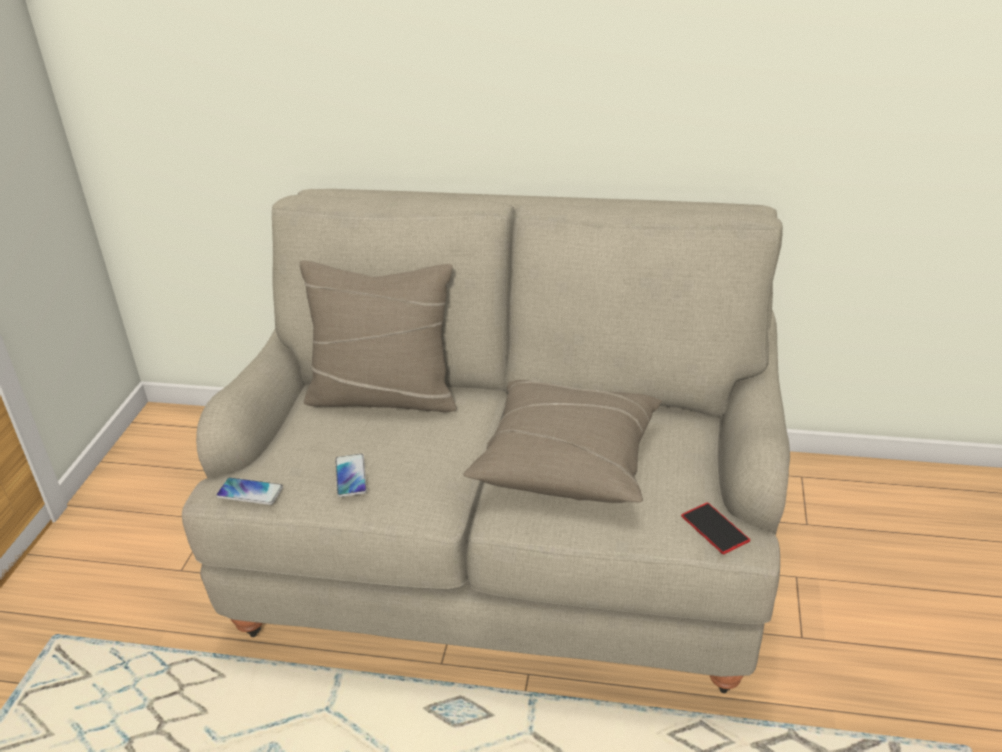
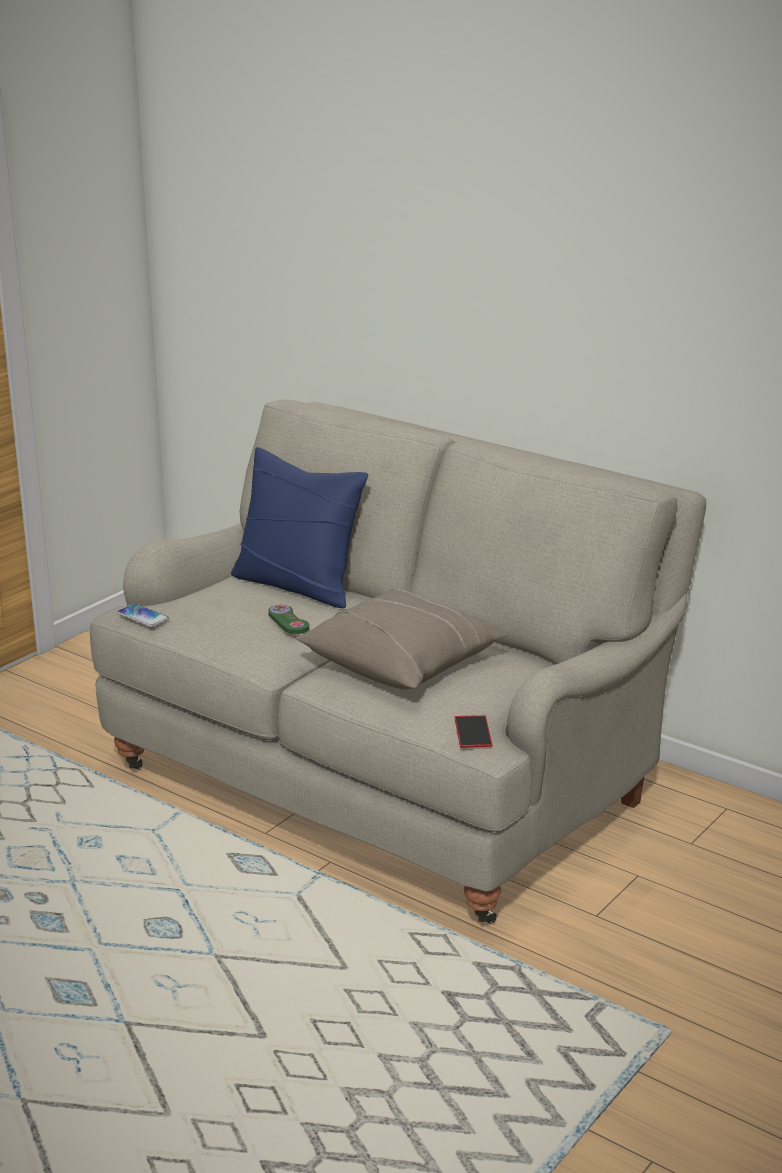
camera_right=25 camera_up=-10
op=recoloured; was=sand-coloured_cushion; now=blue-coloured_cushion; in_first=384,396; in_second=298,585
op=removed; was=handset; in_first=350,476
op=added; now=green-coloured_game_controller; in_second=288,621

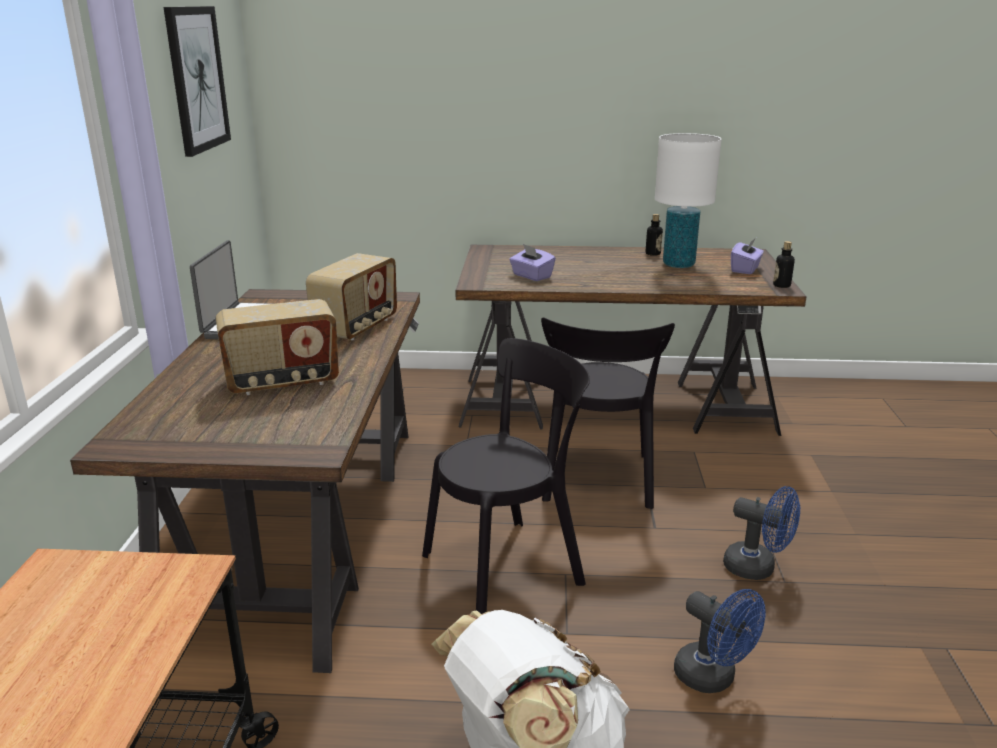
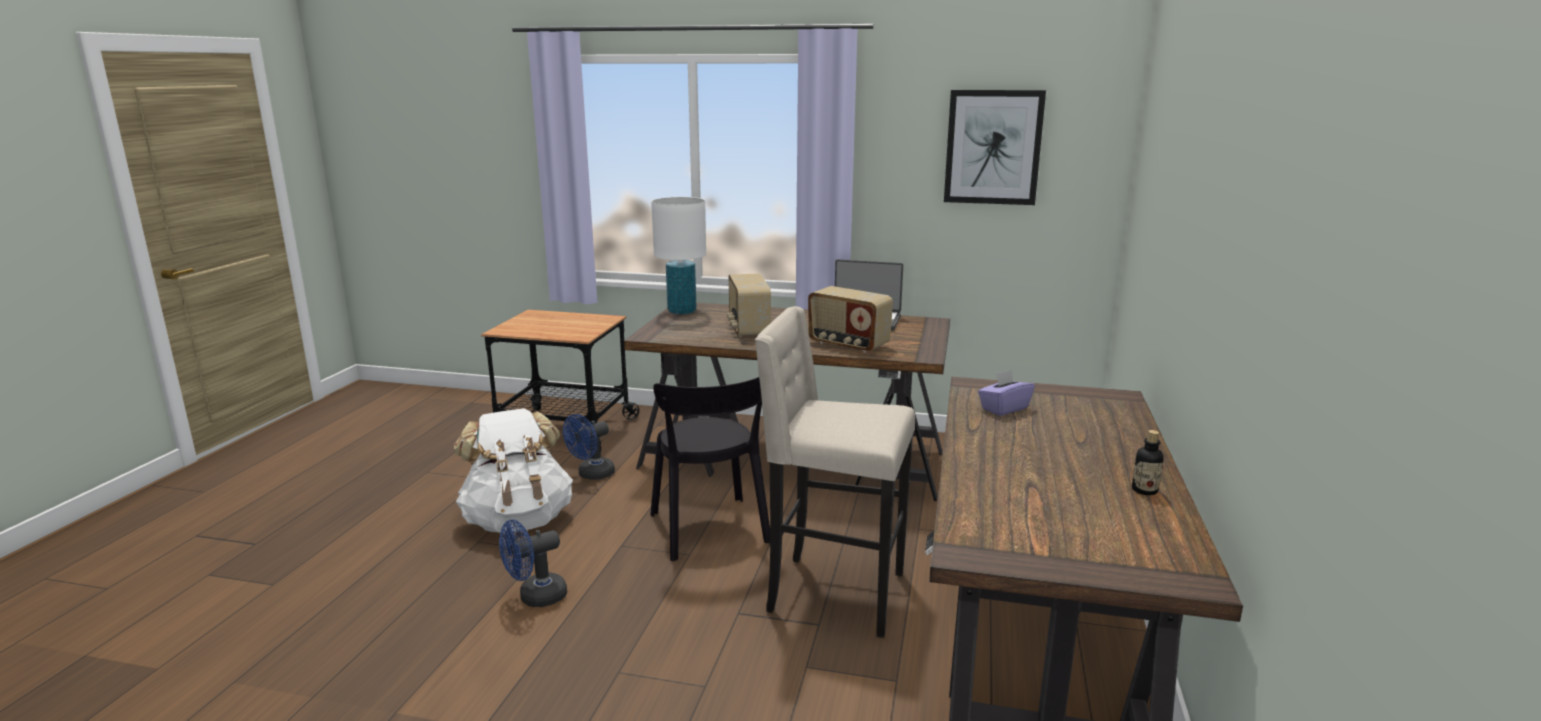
camera_right=100 camera_up=-5
op=replaced; was=black-coloured_chair; now=sand-coloured_sitting_stool; in_first=598,482; in_second=832,594
op=moved; was=white-coloured_lamp_for_a_table; in_first=679,264; in_second=681,311
op=moved; was=blue-coloured_fan; in_first=757,568; in_second=591,475
op=removed; was=purple_box_of_tissues; in_first=745,269
op=removed; was=bottle; in_first=781,285

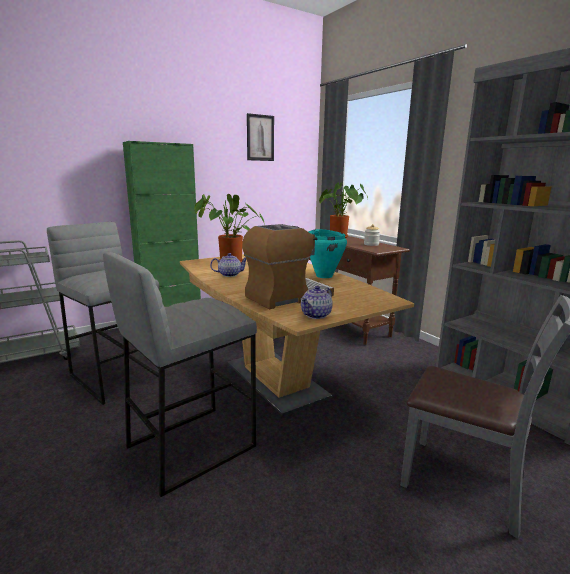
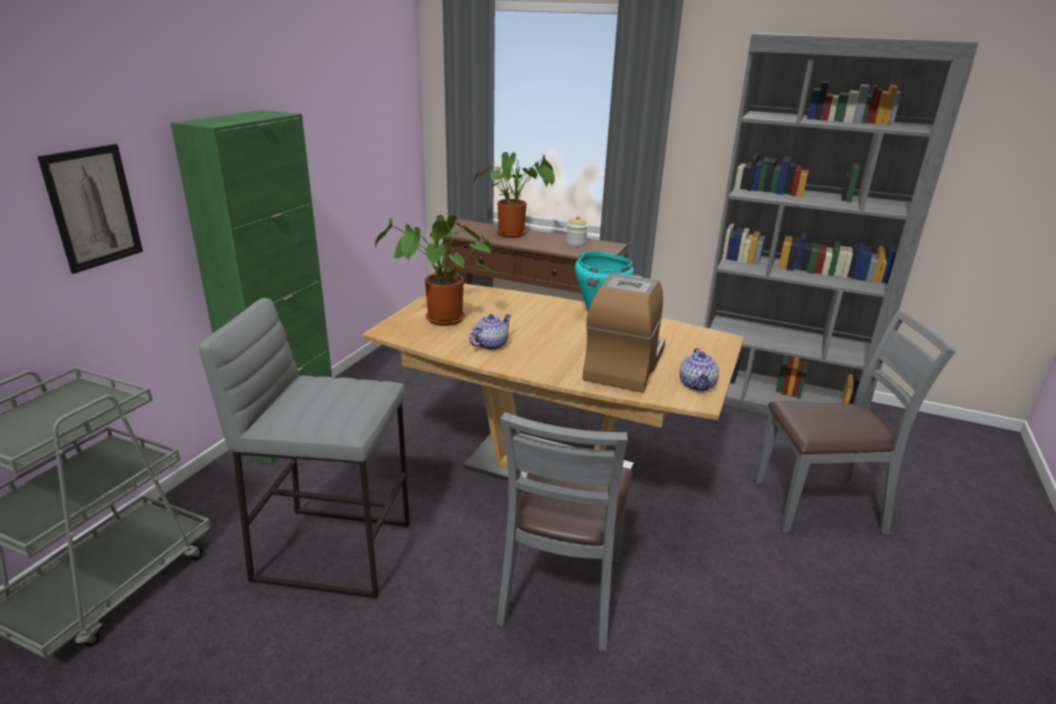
camera_right=-35 camera_up=10
op=replaced; was=grey_sitting_stool; now=grey_chair; in_first=191,445; in_second=563,591
op=moved; was=wall_art; in_first=260,138; in_second=93,207

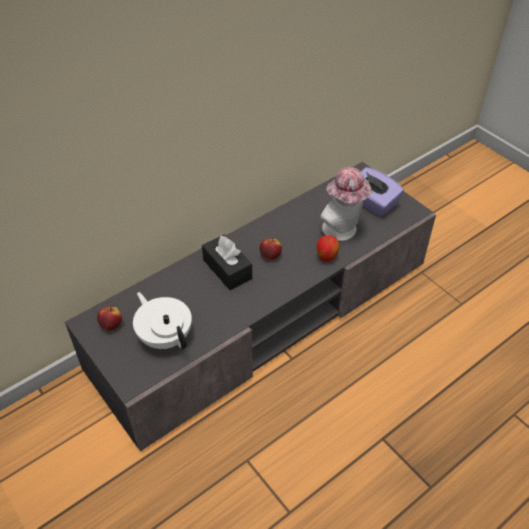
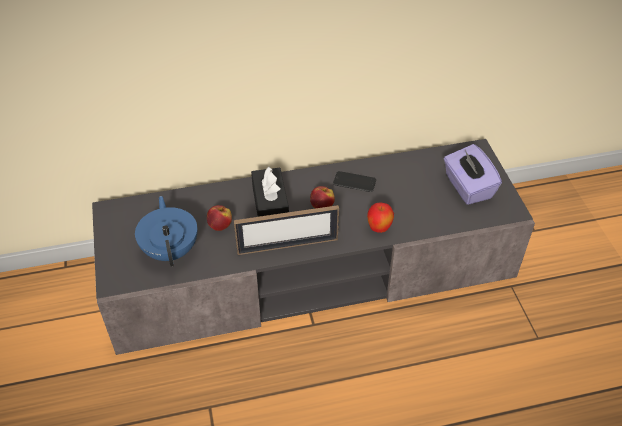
camera_right=25 camera_up=0
op=moved; was=apple_fruit; in_first=111,325; in_second=220,226
op=recoloured; was=white-coloured_tea_pot; now=blue-coloured_tea_pot; in_first=165,337; in_second=171,250
op=removed; was=clothing_hat; in_first=343,231
op=added; now=standing_frame; in_second=287,245
op=added; now=handset; in_second=354,182

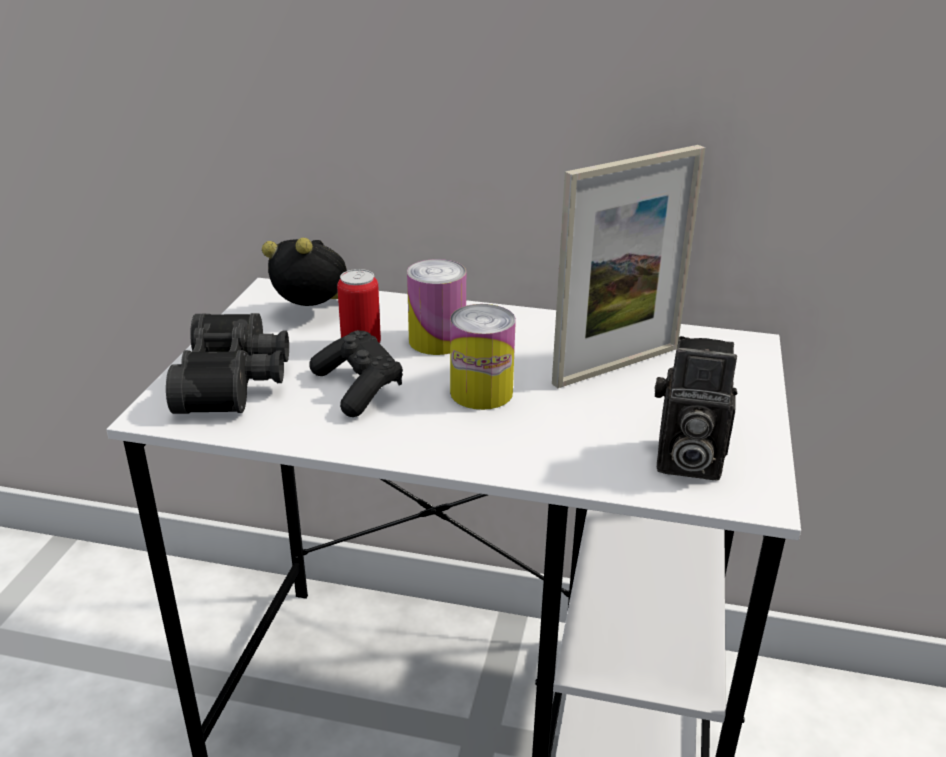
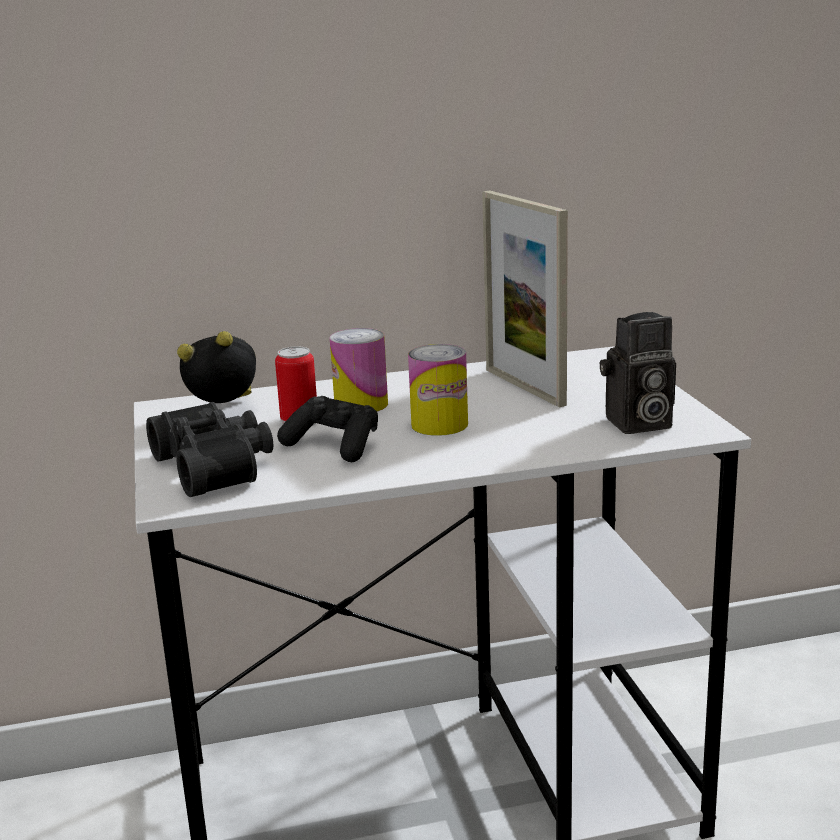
camera_right=-25 camera_up=-10
op=turned; was=standing_frame; in_first=616,365; in_second=524,387; clockwise=120

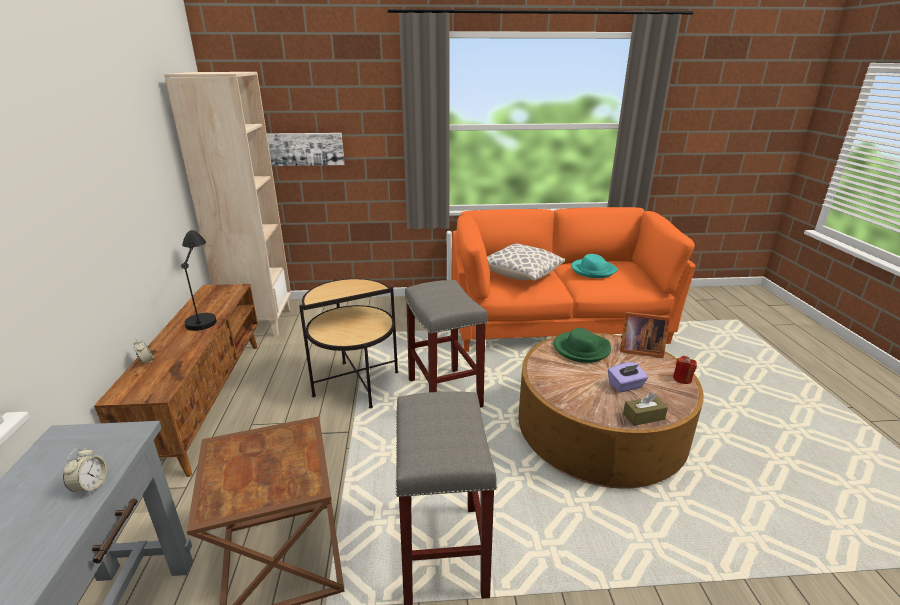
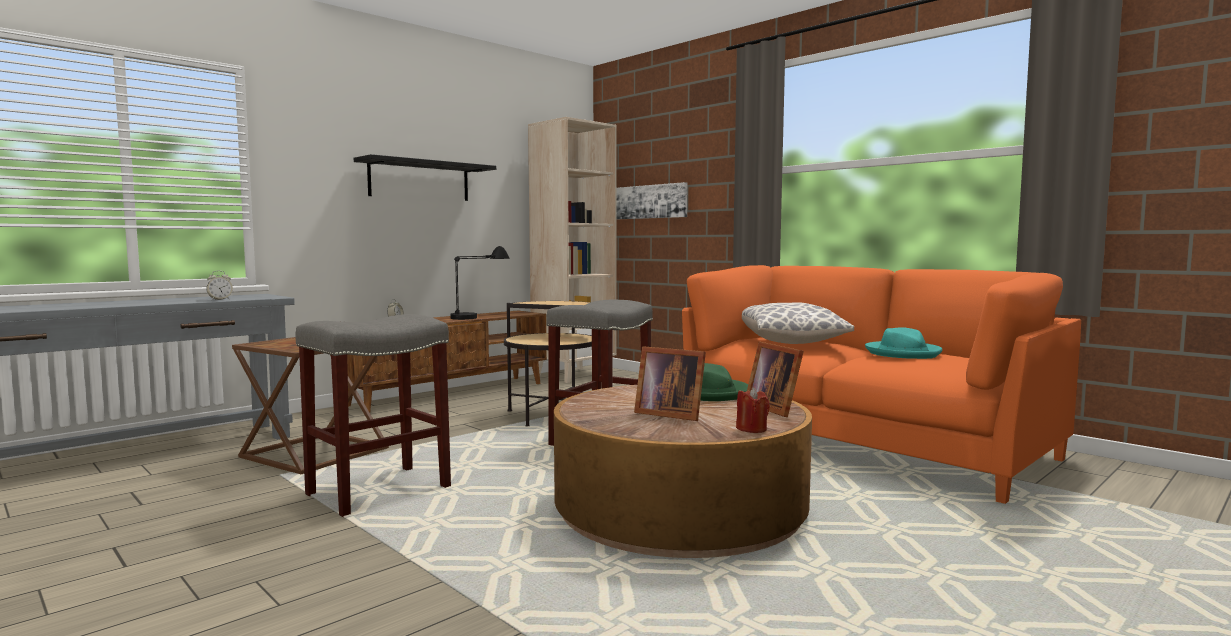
camera_right=50 camera_up=-20
op=replaced; was=purple_box_of_tissues; now=standing_frame; in_first=625,386; in_second=668,414
op=removed; was=brownish_box_of_tissues; in_first=643,417
op=added; now=black-coloured_bracket_shelf; in_second=419,181

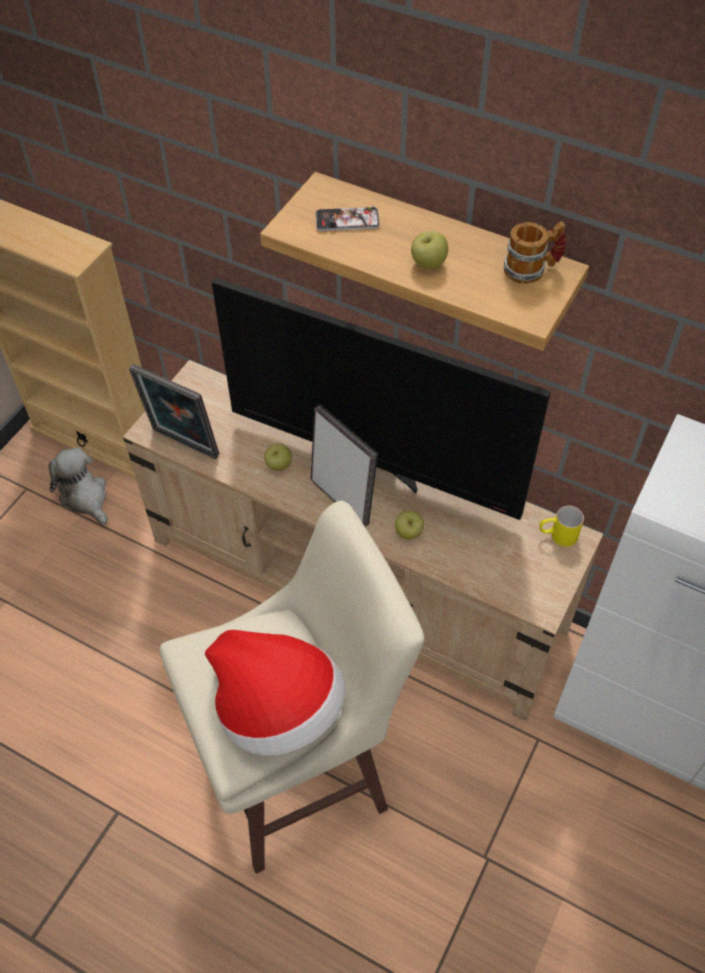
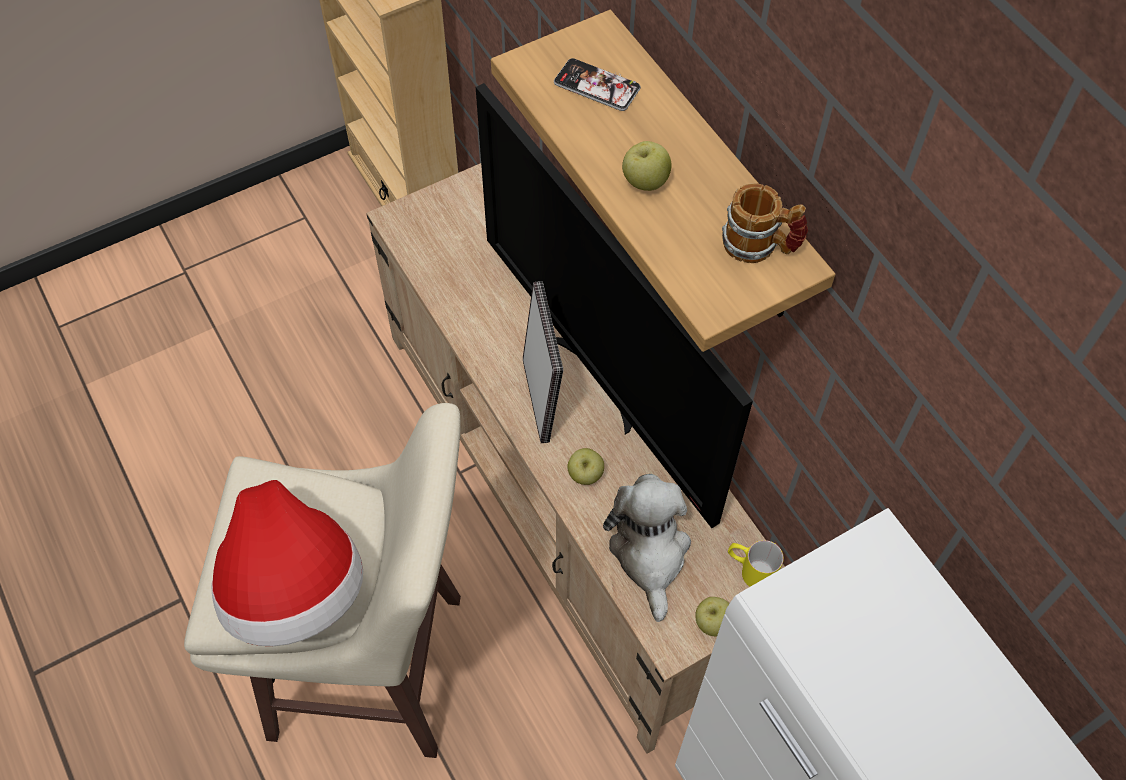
camera_right=30 camera_up=5
op=moved; was=soft_toy; in_first=85,497; in_second=649,553
op=removed; was=standing_frame; in_first=183,445
op=moved; was=apple_fruit; in_first=279,465; in_second=712,623

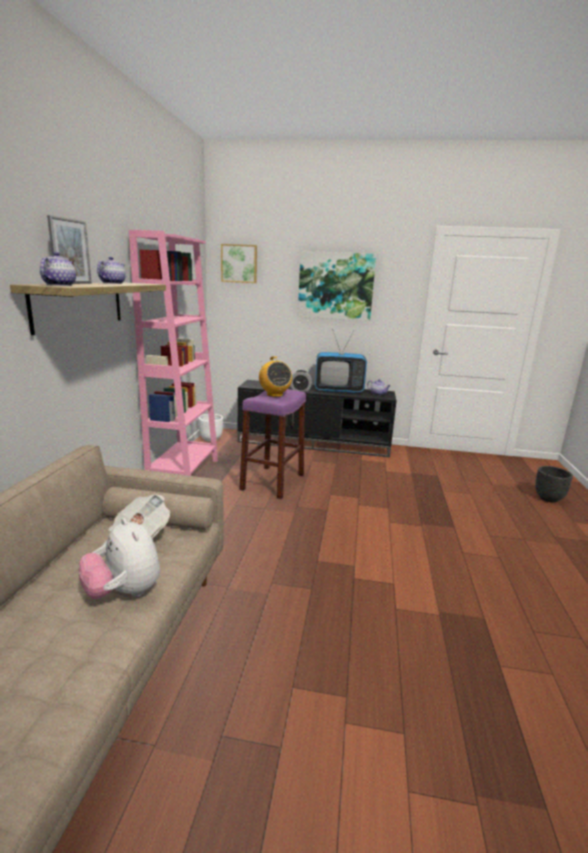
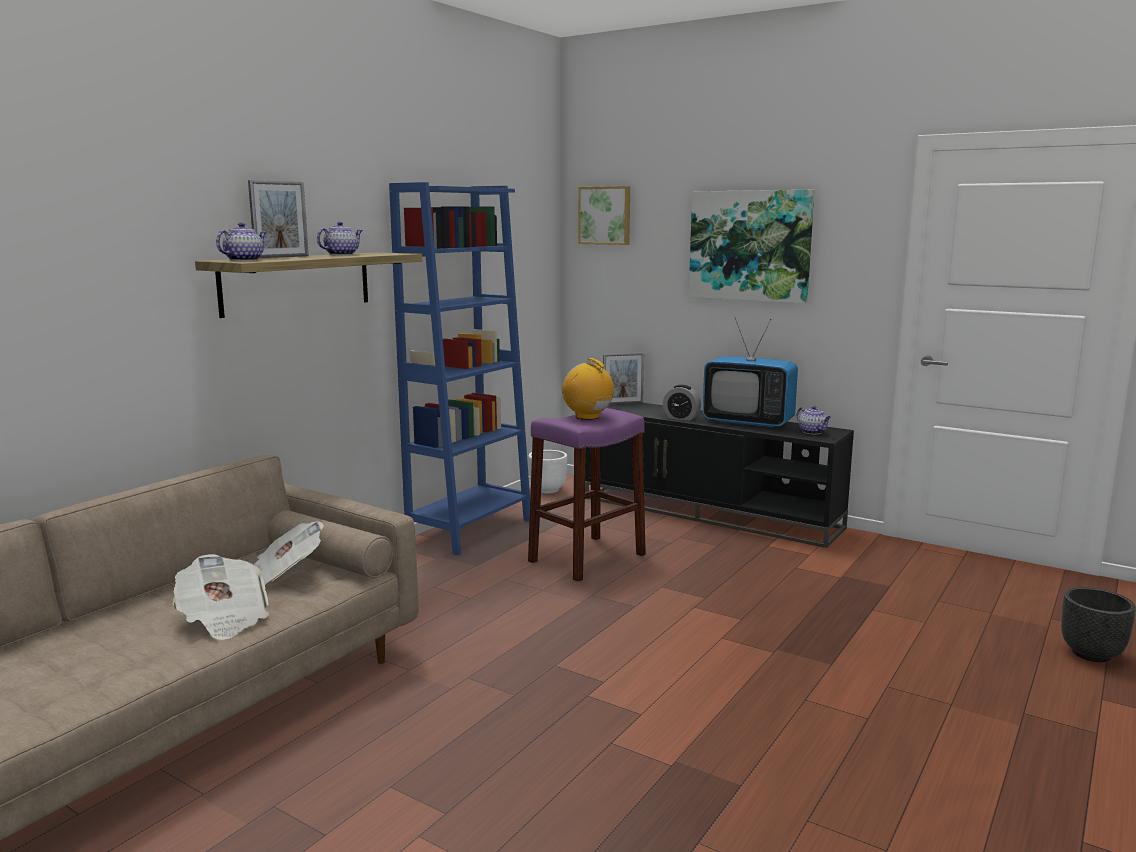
camera_right=25 camera_up=-5
op=replaced; was=soft_toy; now=newspaper; in_first=124,592; in_second=224,619
op=recoloured; was=pink_bookshelf; now=blue-coloured_bookshelf; in_first=184,473; in_second=470,530
op=turned; was=radio_receiver; in_first=274,394; in_second=588,417; clockwise=135
op=added; now=standing_frame; in_second=623,403

